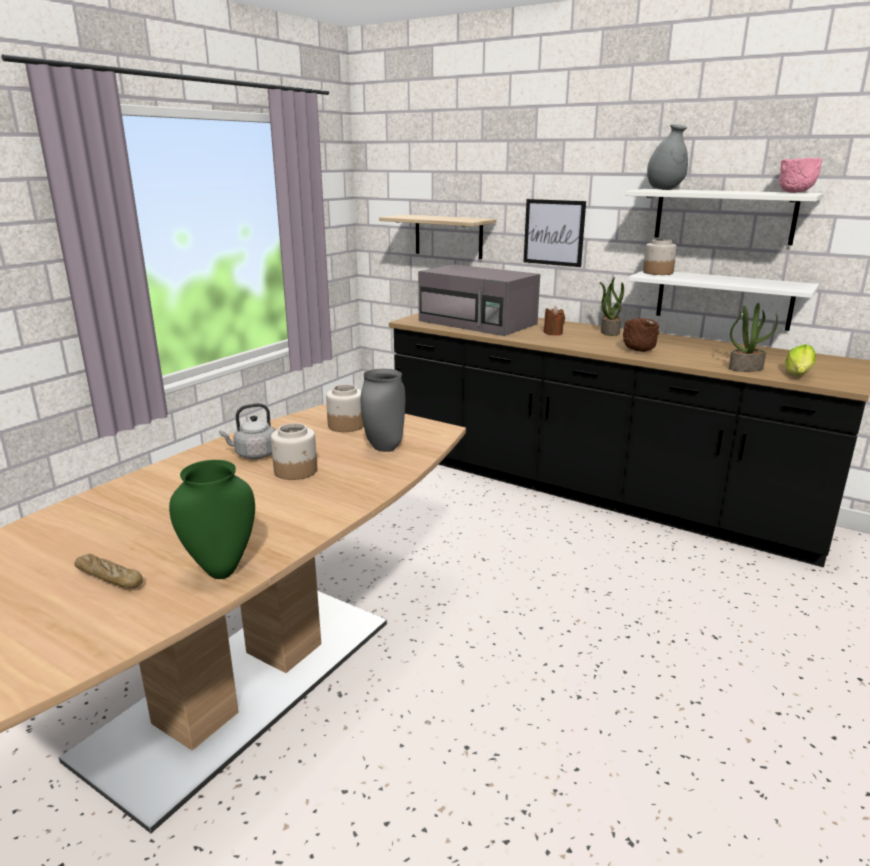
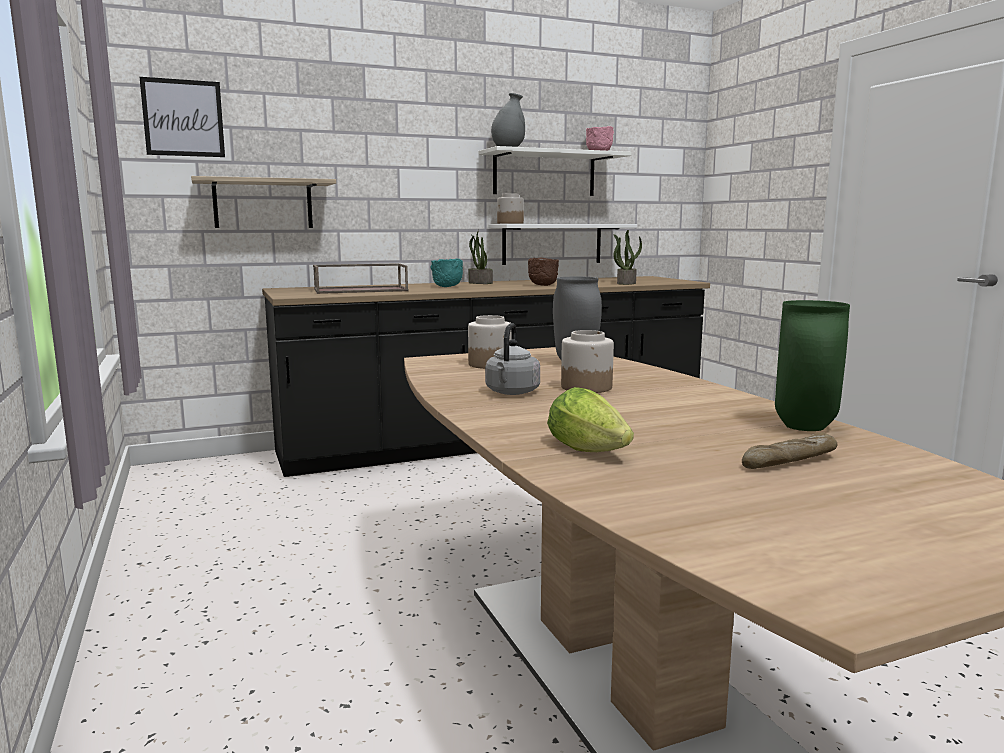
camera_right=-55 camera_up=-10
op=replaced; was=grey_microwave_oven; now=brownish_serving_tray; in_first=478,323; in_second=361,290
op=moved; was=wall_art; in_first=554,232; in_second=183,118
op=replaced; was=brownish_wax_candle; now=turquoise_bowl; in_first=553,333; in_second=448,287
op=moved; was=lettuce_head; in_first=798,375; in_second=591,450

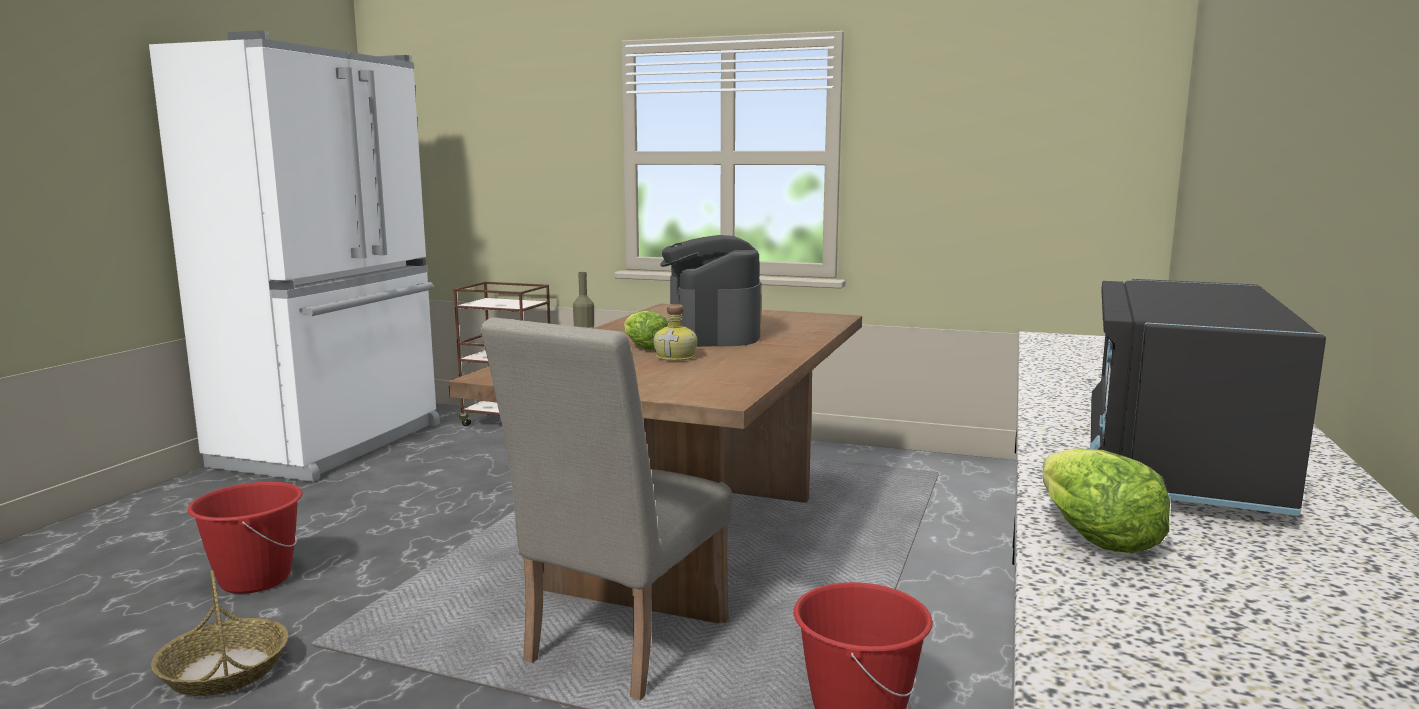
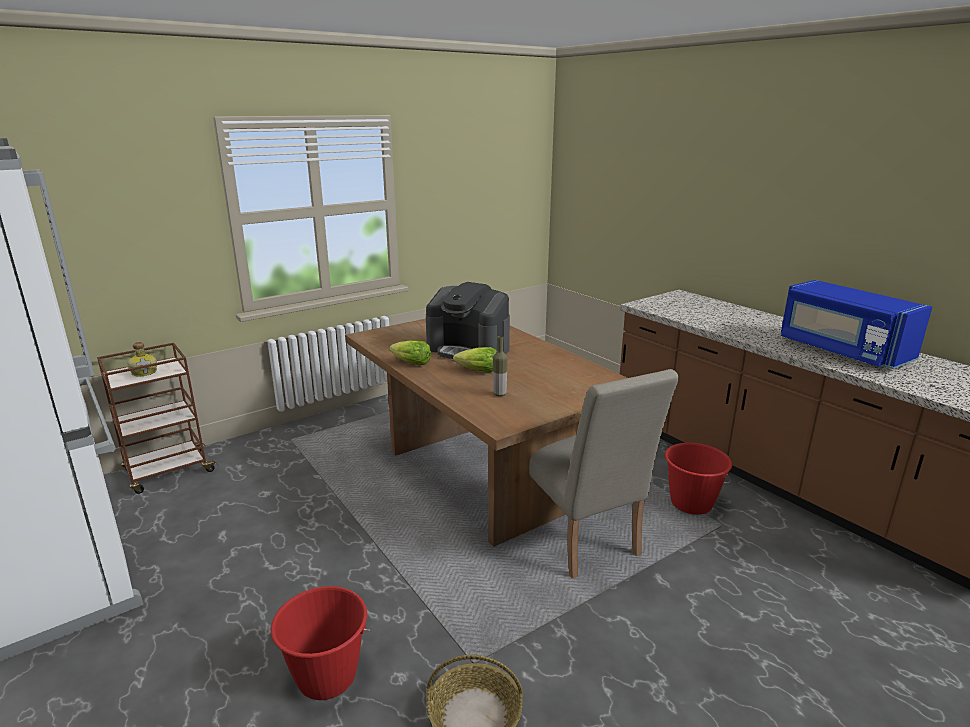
camera_right=-55 camera_up=10
op=moved; was=bottle; in_first=676,357; in_second=145,372
op=moved; was=lettuce_head; in_first=1091,535; in_second=411,363
op=recoloured; was=black-coloured_microwave_oven; now=blue-coloured_microwave_oven; in_first=1179,460; in_second=842,351

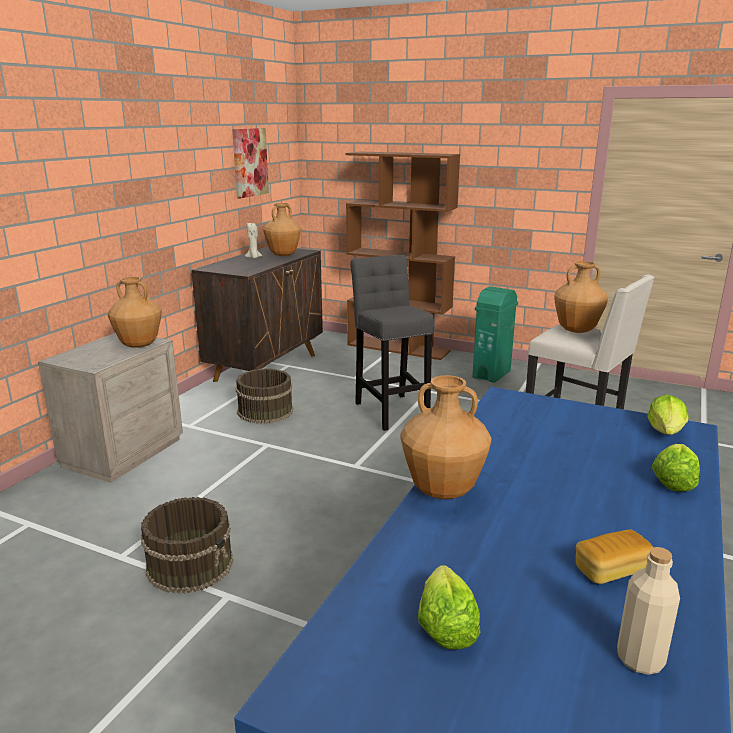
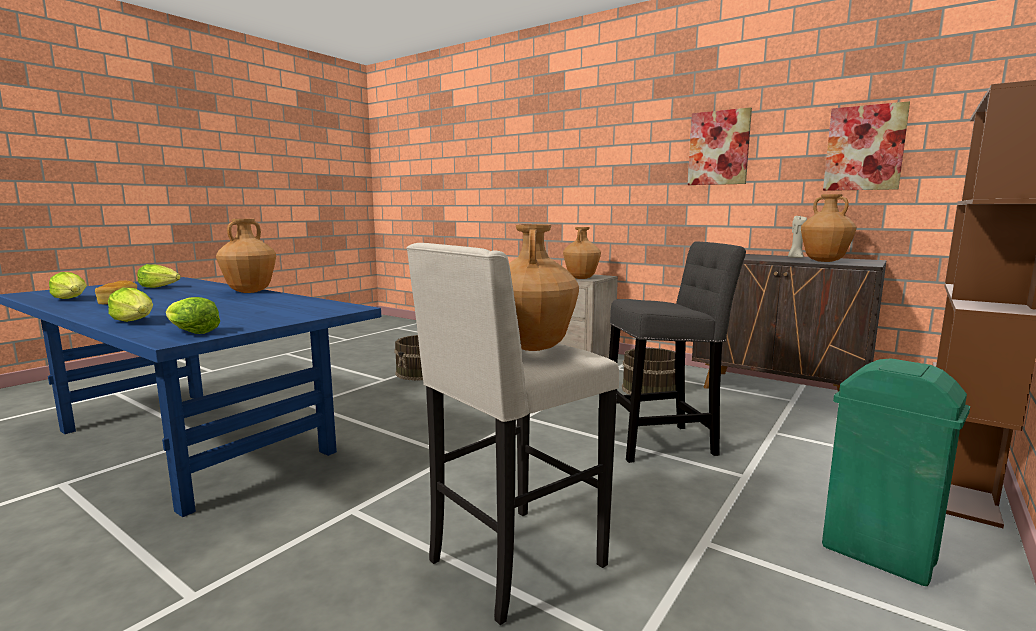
camera_right=100 camera_up=-10
op=replaced; was=sand-coloured_bottle; now=lettuce_head; in_first=640,659; in_second=72,299
op=added; now=wall_art; in_second=719,148

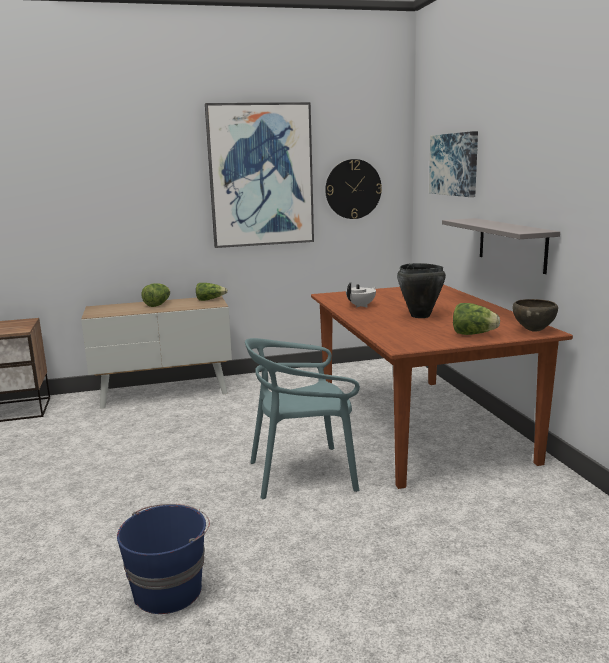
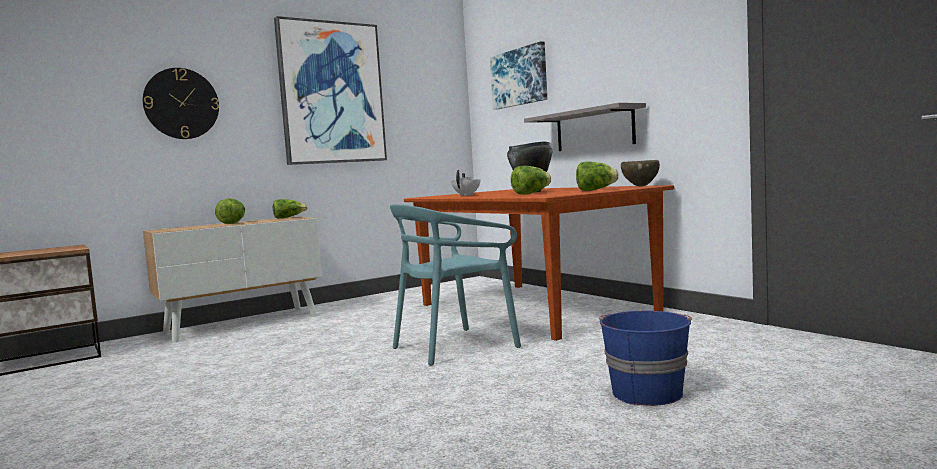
camera_right=-20 camera_up=-10
op=moved; was=blue-coloured_pail; in_first=169,590; in_second=646,392
op=moved; was=wall_clock; in_first=353,189; in_second=181,103
op=added; now=lettuce_head; in_second=531,193

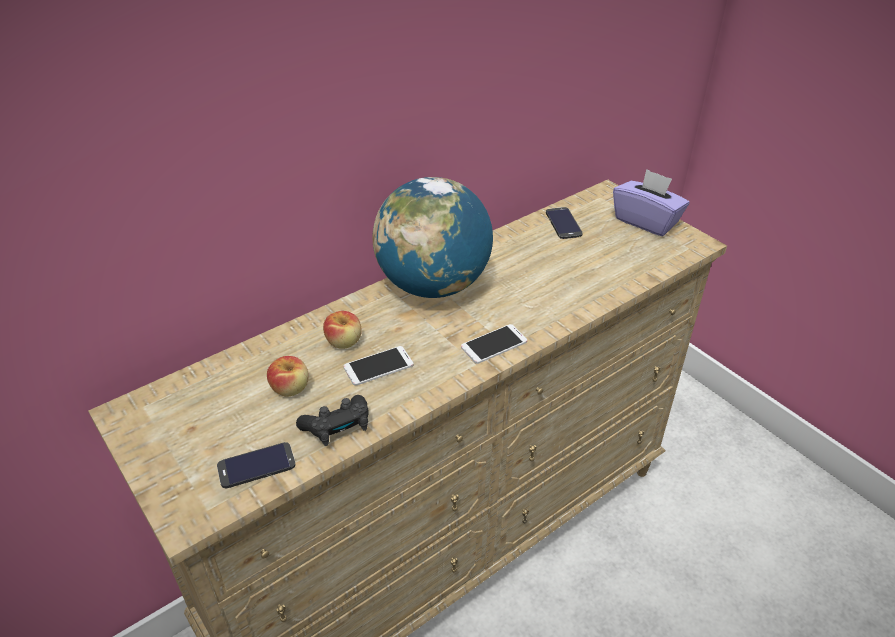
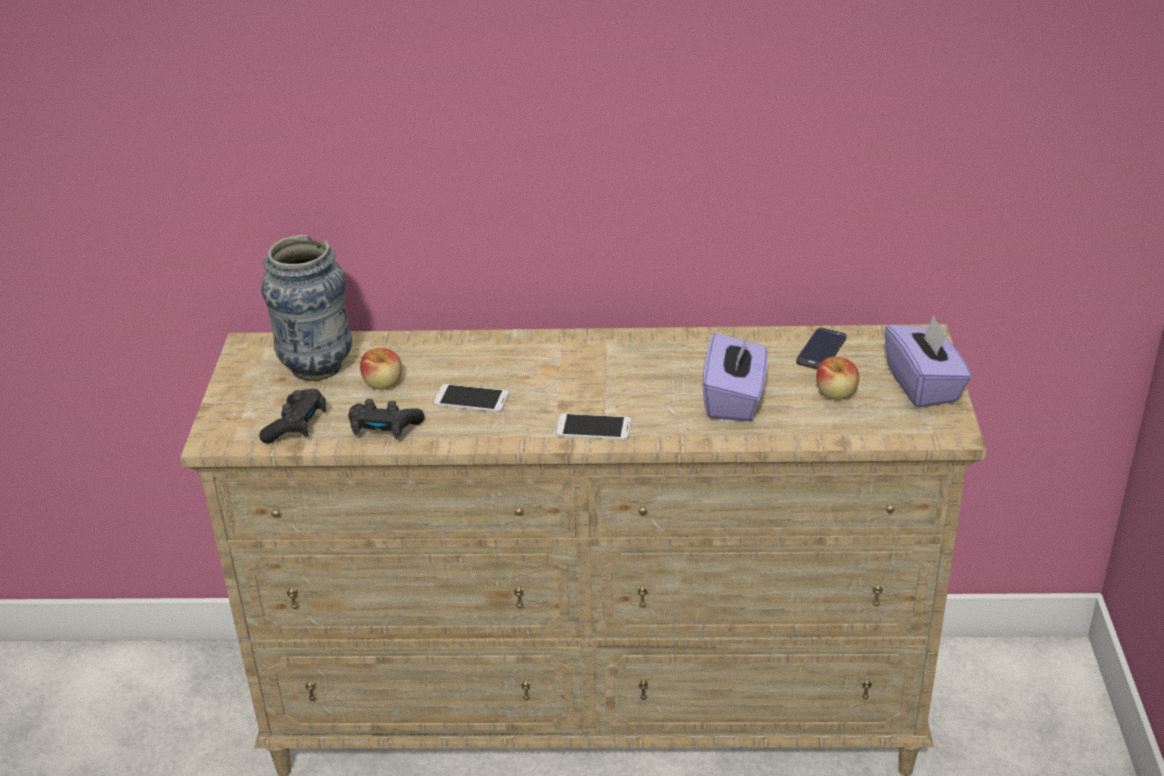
camera_right=40 camera_up=-5
op=replaced; was=handset; now=black-coloured_game_controller; in_first=256,465; in_second=297,427
op=moved; was=apple_fruit; in_first=344,341; in_second=836,393
op=removed; was=desk_globe; in_first=433,285
op=added; now=decorative_vase; in_second=317,367
op=added; now=purple_box_of_tissues; in_second=734,400

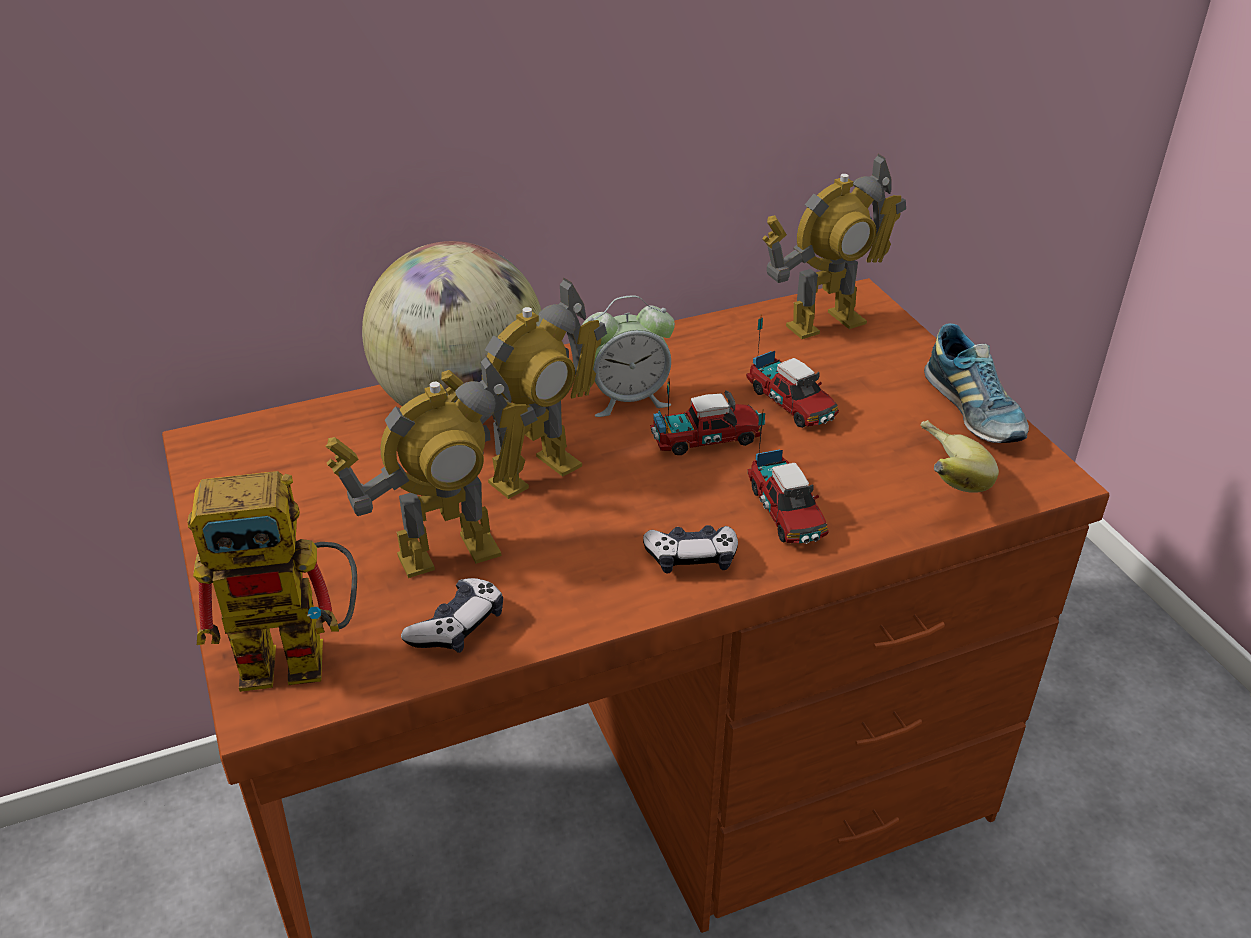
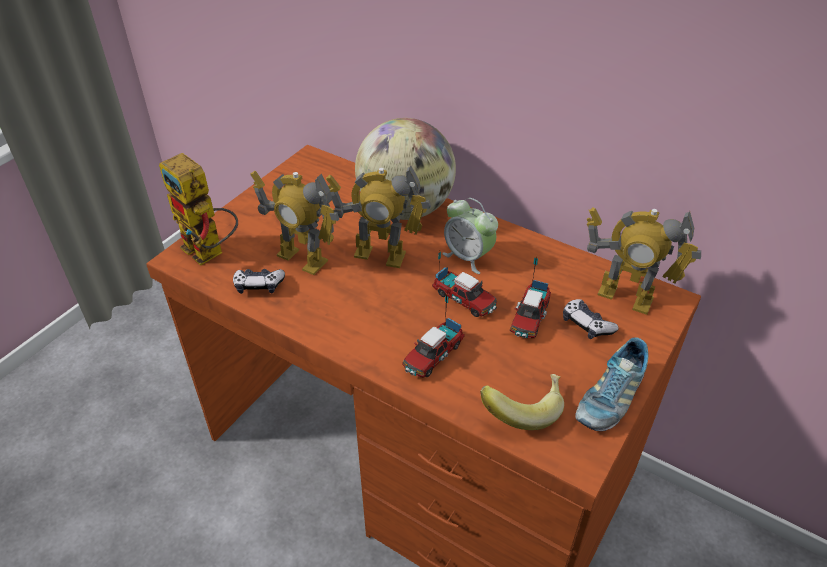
camera_right=55 camera_up=5
op=moved; was=game_controller; in_first=691,558; in_second=586,324

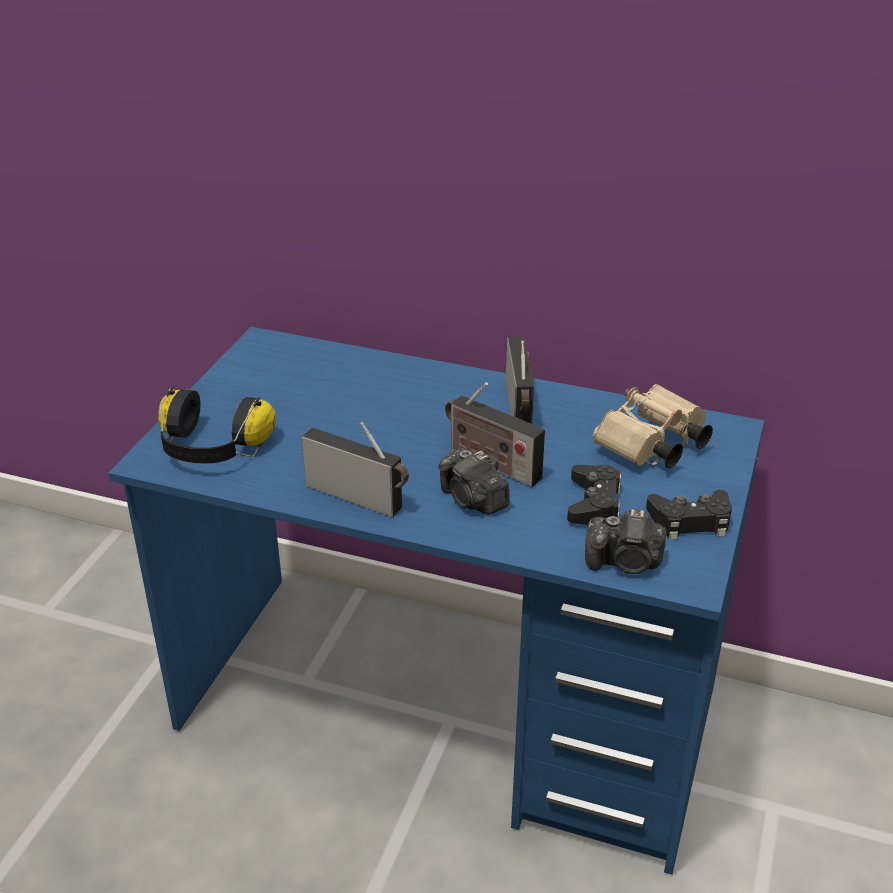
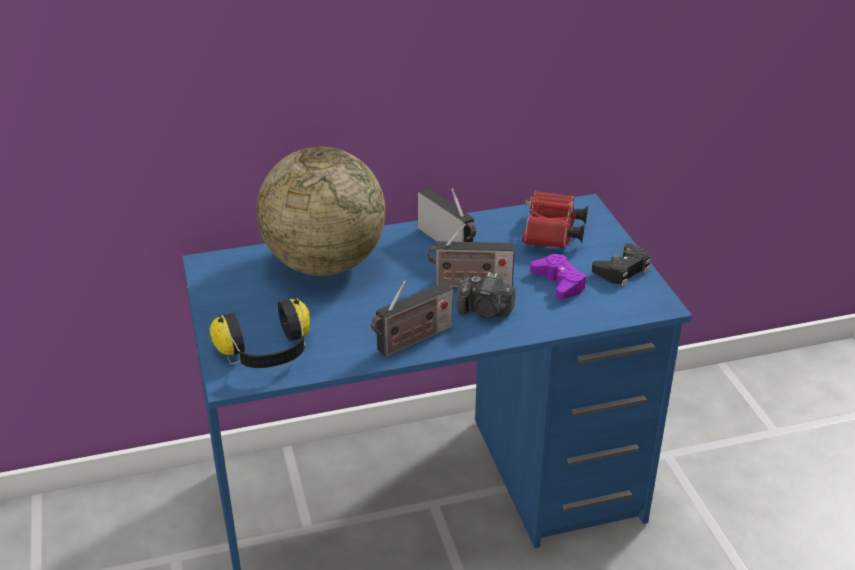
camera_right=-35 camera_up=0
op=turned; was=radio_receiver; in_first=359,497; in_second=412,341; clockwise=150
op=recoloured; was=black-coloured_game_controller; now=purple_game_controller; in_first=594,503; in_second=559,283
op=removed; was=photo_camera; in_first=625,562
op=recoloured; was=sand-coloured_pair_of_binoculars; now=red-coloured_pair_of_binoculars; in_first=650,447; in_second=552,235
op=added; now=desk_globe; in_second=324,264

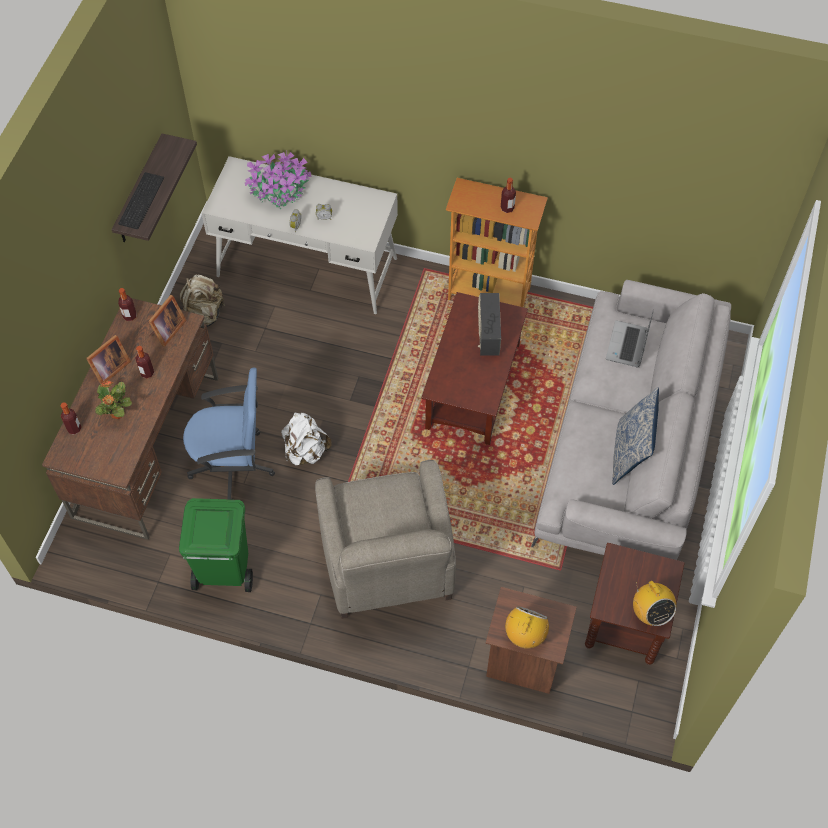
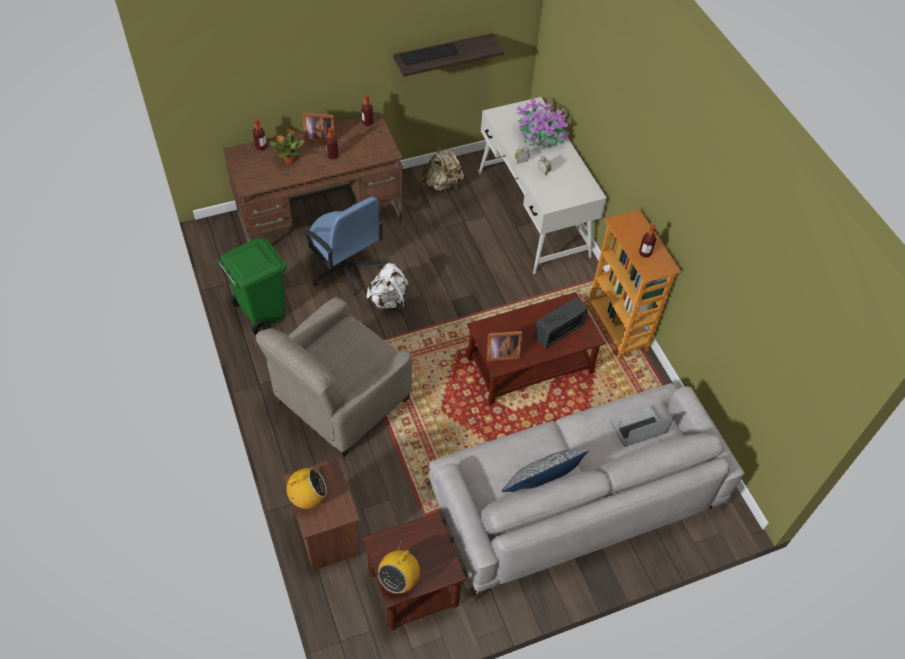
camera_right=50 camera_up=-5
op=moved; was=standing_frame; in_first=167,331; in_second=501,353

